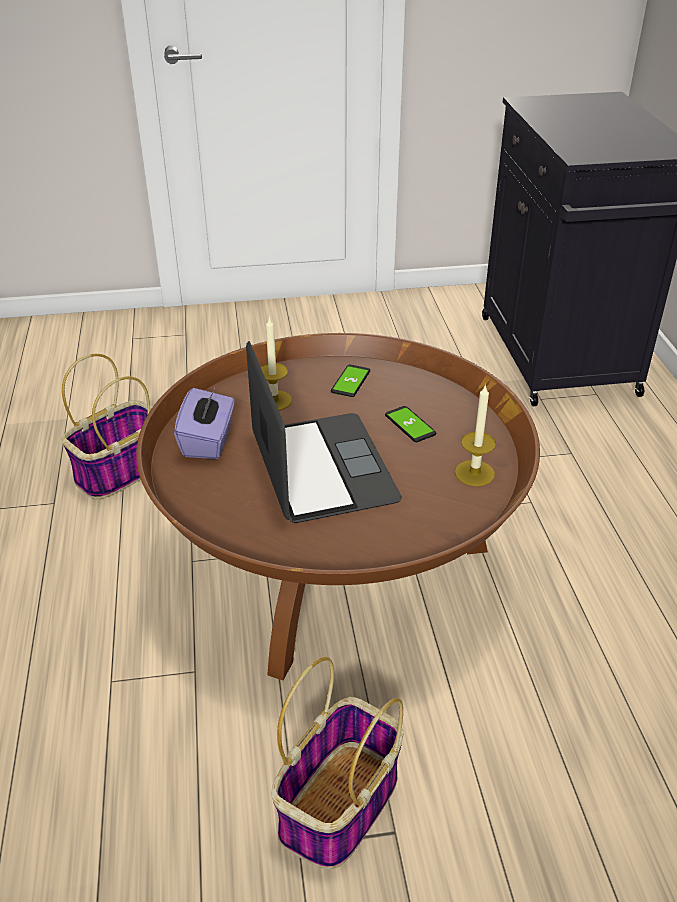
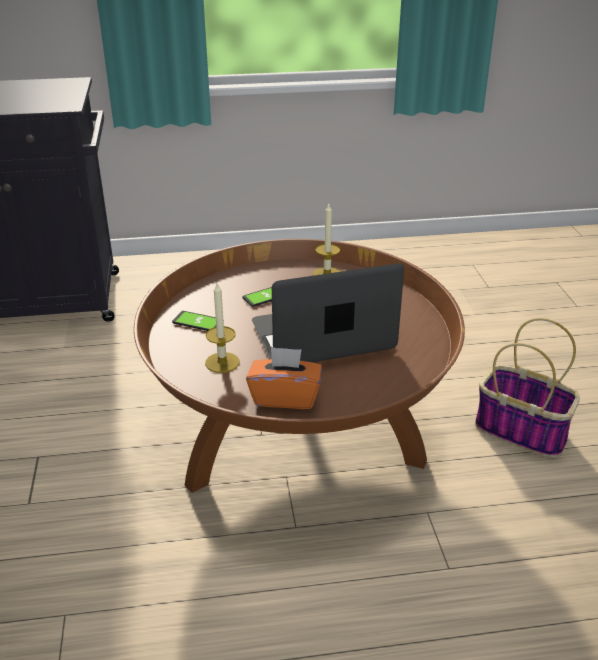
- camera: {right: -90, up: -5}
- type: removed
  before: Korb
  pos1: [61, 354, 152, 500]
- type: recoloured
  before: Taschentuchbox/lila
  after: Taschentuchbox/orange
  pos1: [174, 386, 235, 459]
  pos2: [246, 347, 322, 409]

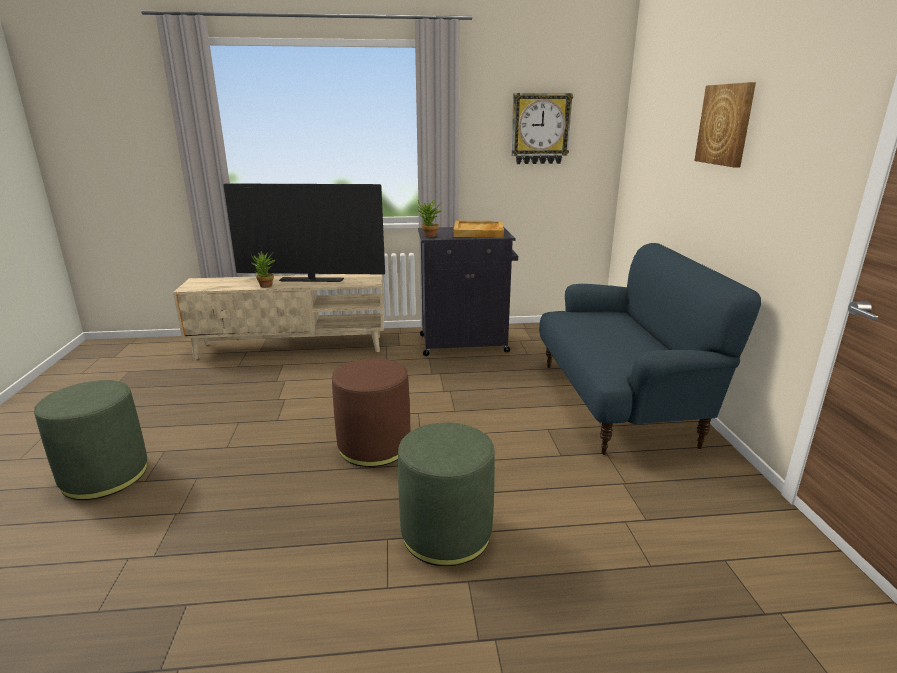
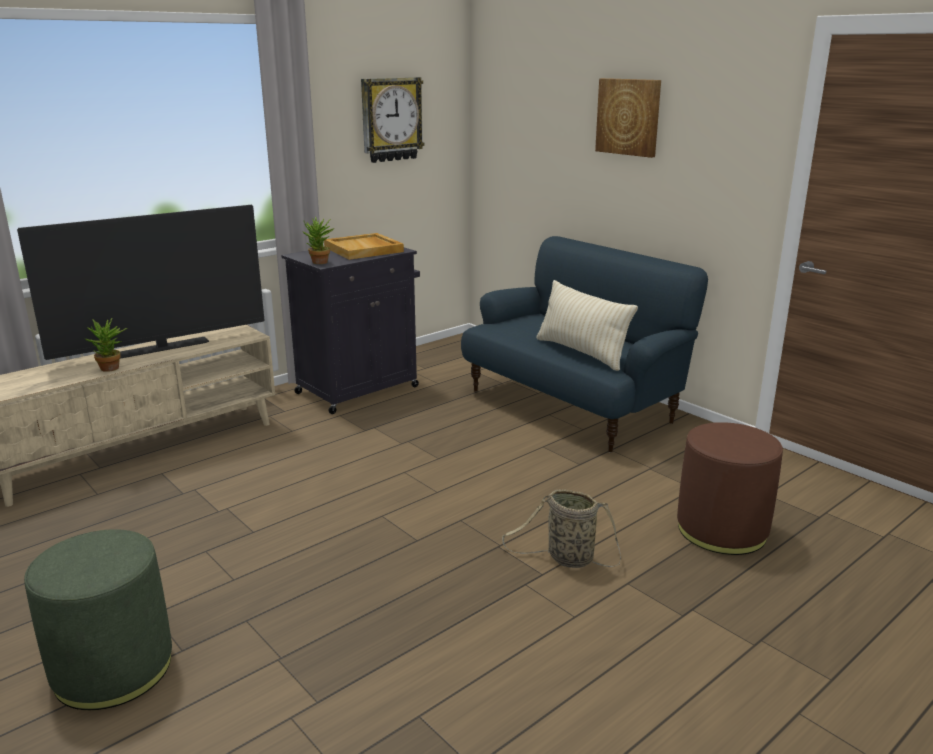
- camera: {right: -35, up: 0}
- type: moved
  before: Polsterhocker/braun
  pos1: [332, 359, 410, 467]
  pos2: [677, 422, 783, 555]
- type: replaced
  before: Polsterhocker/grün
  after: Korb
  pos1: [398, 423, 495, 566]
  pos2: [502, 489, 621, 568]
- type: added
  after: Kissen/beige
  pos2: [536, 280, 638, 371]

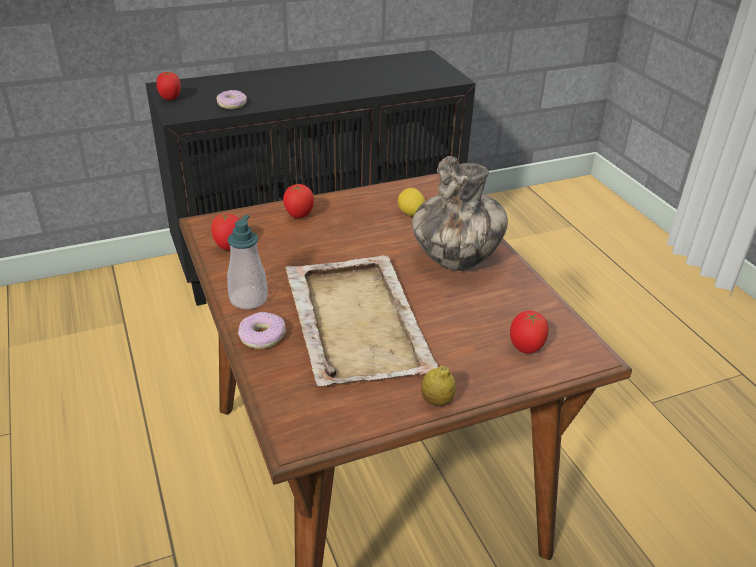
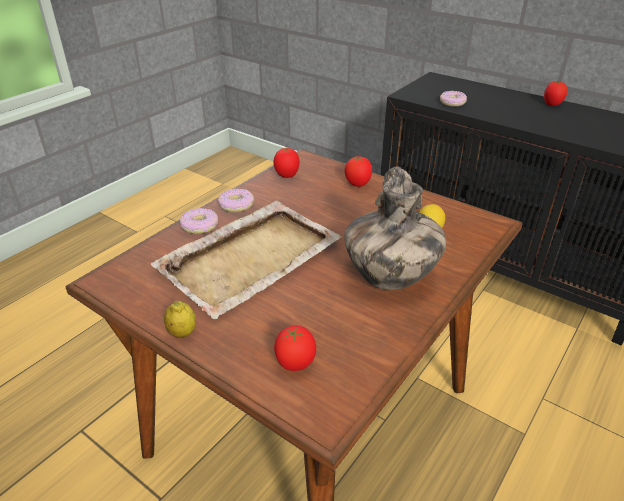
- camera: {right: 60, up: 0}
- type: moved
  before: Tomate
  pos1: [156, 72, 181, 100]
  pos2: [544, 81, 568, 106]
- type: replaced
  before: Seifenspender
  after: Donut
  pos1: [227, 215, 268, 309]
  pos2: [218, 188, 254, 212]

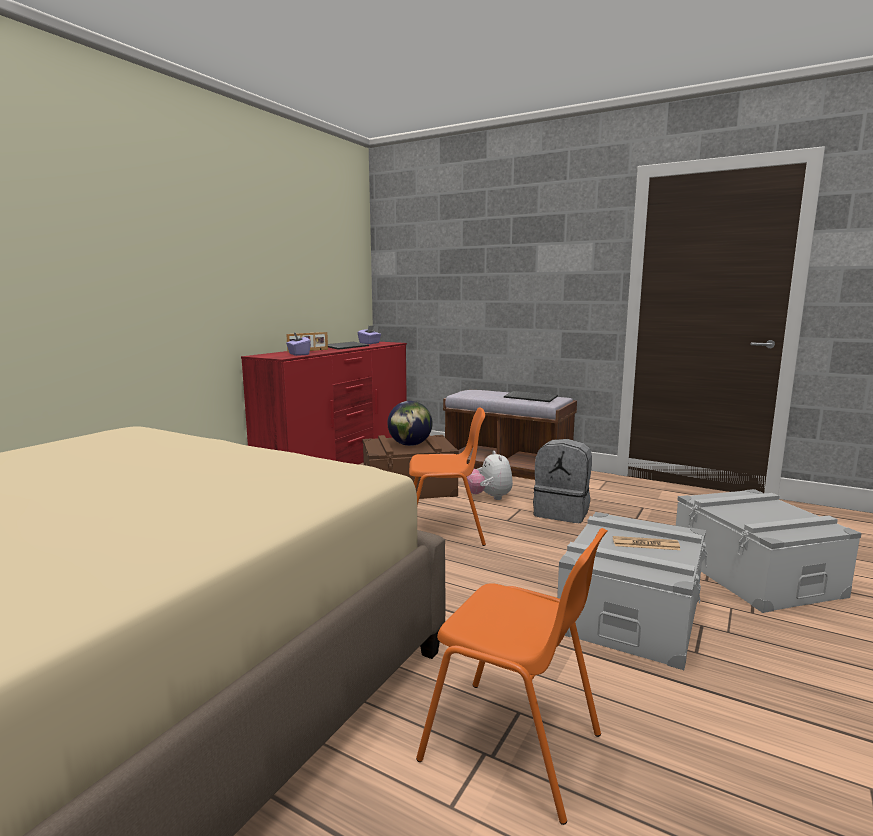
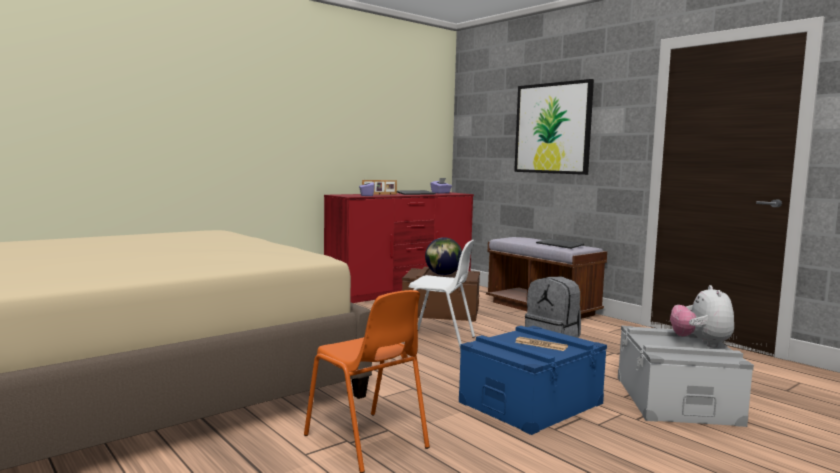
- camera: {right: 20, up: -5}
- type: recoloured
  before: Stuhl/orange
  after: Stuhl/weiß
  pos1: [409, 407, 486, 546]
  pos2: [409, 240, 475, 351]
- type: moved
  before: Plüschtier
  pos1: [467, 451, 513, 500]
  pos2: [670, 285, 734, 347]
- type: recoloured
  before: Aufbewahrungsbox/grau
  after: Aufbewahrungsbox/blau
  pos1: [557, 512, 708, 670]
  pos2: [459, 326, 607, 435]
- type: added
  after: Bild
  pos2: [514, 79, 594, 175]

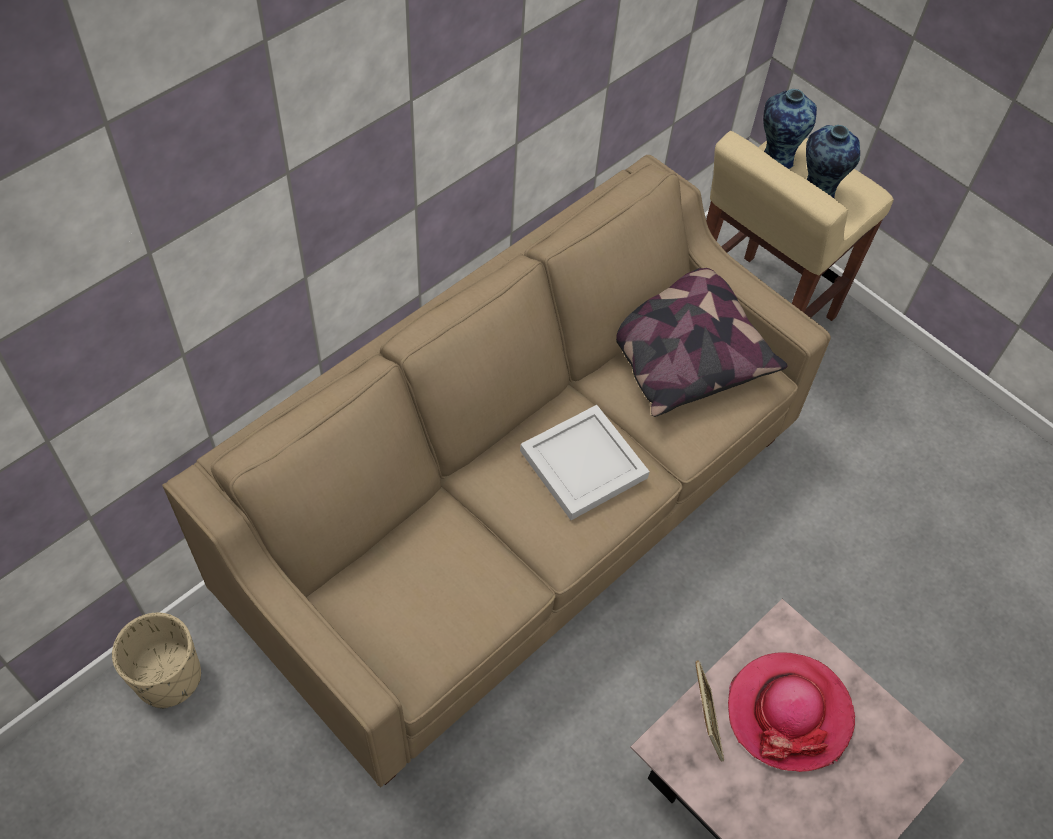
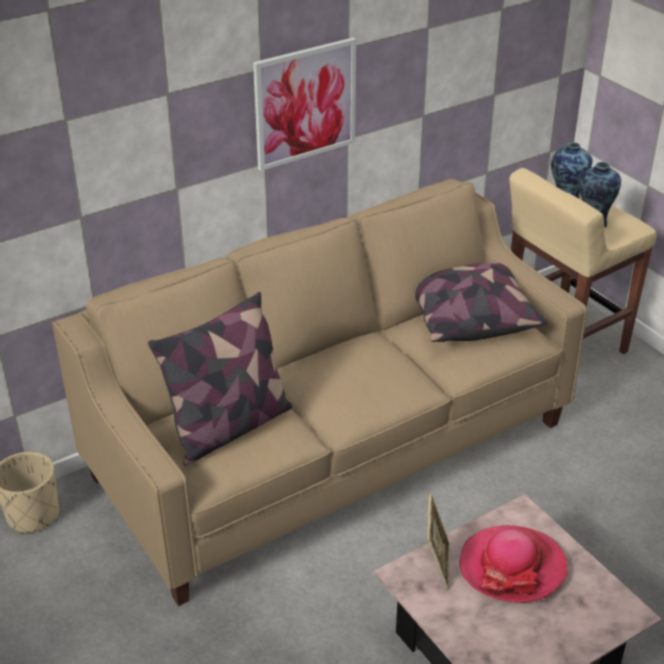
- camera: {right: 15, up: -20}
- type: removed
  before: Tablett/weiß
  pos1: [520, 405, 650, 520]
- type: added
  after: Kissen
  pos2: [148, 292, 292, 466]
- type: added
  after: Bild
  pos2: [253, 37, 356, 171]

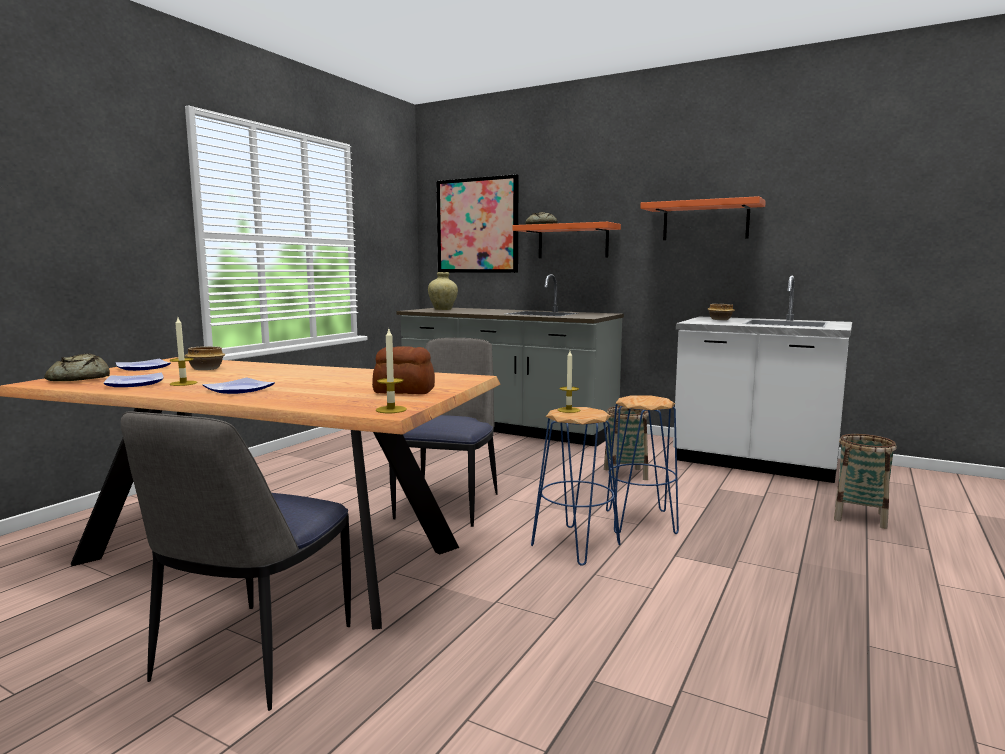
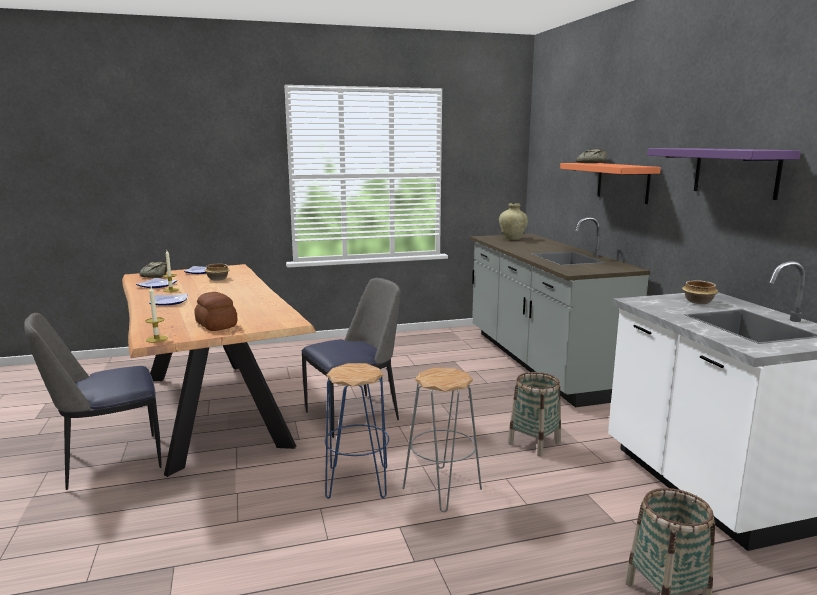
- camera: {right: 45, up: 5}
- type: removed
  before: Bild
  pos1: [436, 174, 518, 273]
- type: removed
  before: Kerze
  pos1: [558, 351, 580, 413]
- type: recoloured
  before: Hocker/blau
  after: Hocker/grau
  pos1: [606, 395, 679, 534]
  pos2: [403, 368, 482, 512]
- type: recoloured
  before: Wandregal/orange
  after: Wandregal/lila
  pos1: [640, 196, 766, 240]
  pos2: [647, 148, 801, 200]

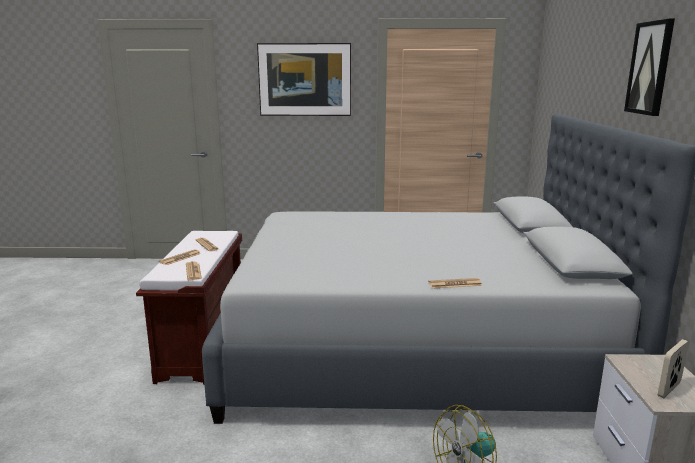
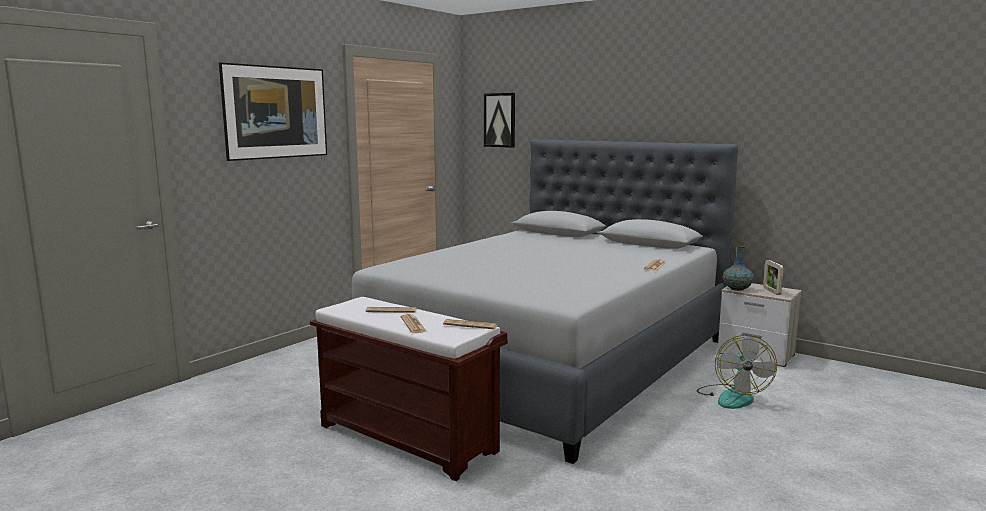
- camera: {right: -55, up: -5}
- type: moved
  before: Bild
  pos1: [624, 19, 675, 116]
  pos2: [484, 93, 515, 148]
- type: added
  after: Vase
  pos2: [723, 245, 754, 291]

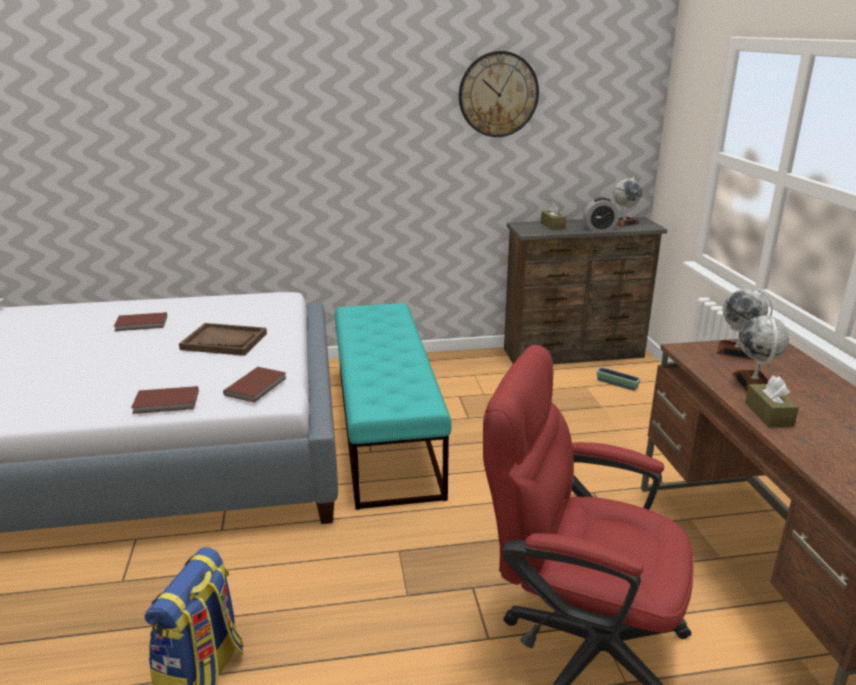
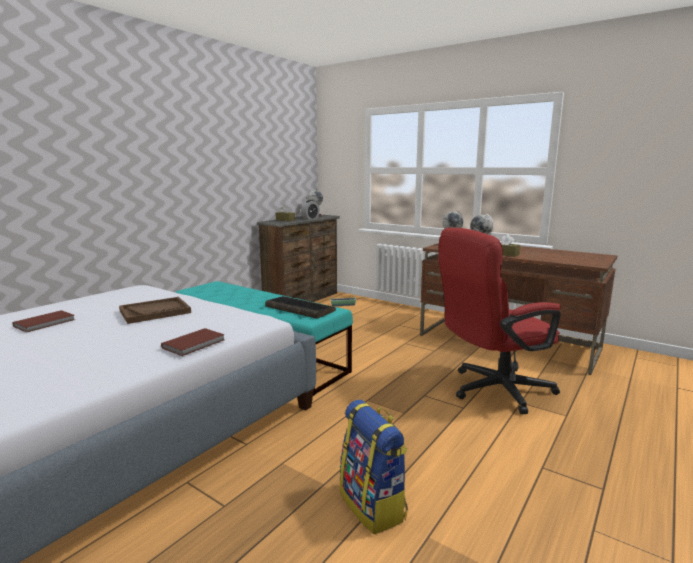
- camera: {right: -45, up: -10}
- type: removed
  before: Buch/braun
  pos1: [223, 367, 287, 403]
- type: removed
  before: Wanduhr
  pos1: [459, 51, 539, 137]
- type: added
  after: Tastatur
  pos2: [265, 296, 336, 319]

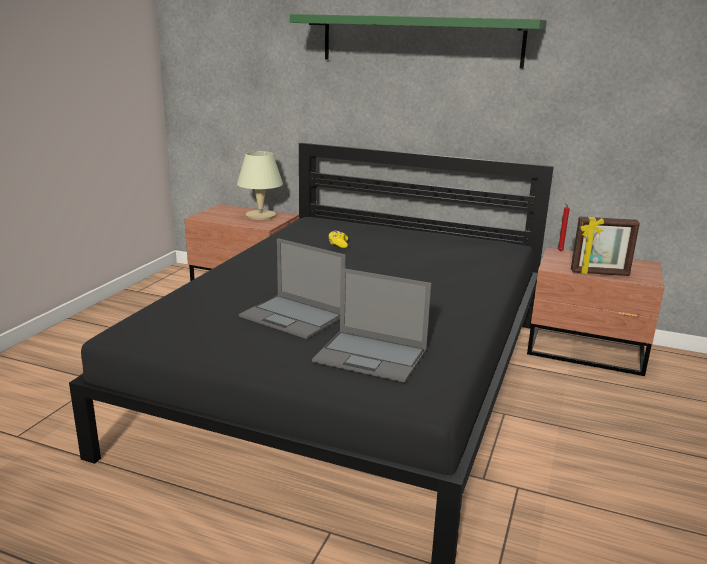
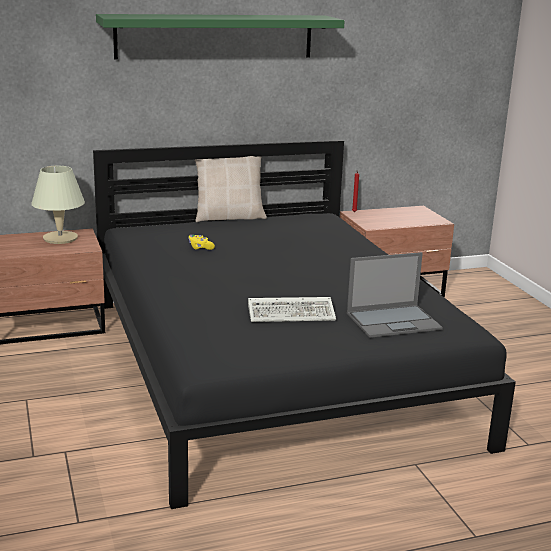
- camera: {right: -40, up: 0}
- type: replaced
  before: Laptop
  after: Tastatur
  pos1: [239, 238, 346, 339]
  pos2: [248, 297, 336, 322]
- type: removed
  before: Bilderrahmen
  pos1: [571, 217, 640, 276]
- type: added
  after: Kissen/beige
  pos2: [195, 156, 267, 222]

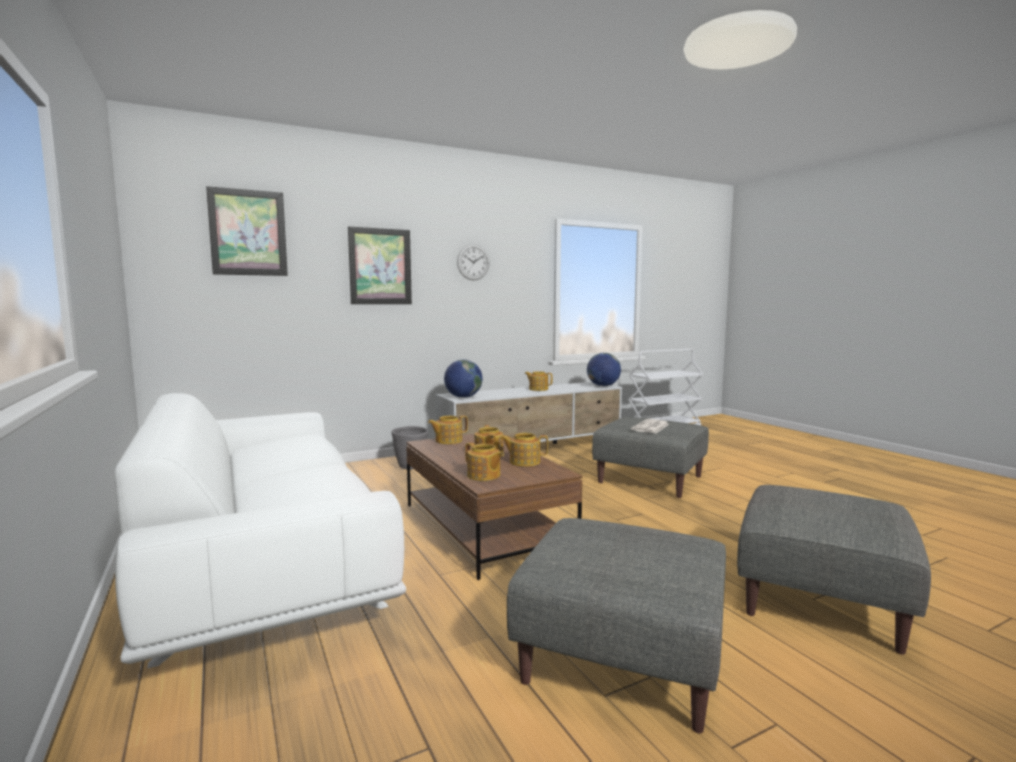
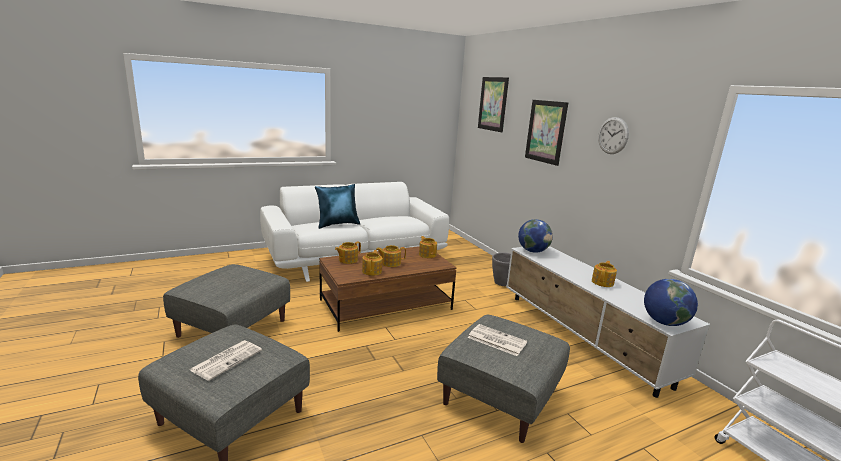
- camera: {right: 90, up: 10}
- type: added
  after: Zeitung
  pos2: [190, 340, 262, 381]
- type: added
  after: Kissen/blau
  pos2: [315, 184, 360, 229]

